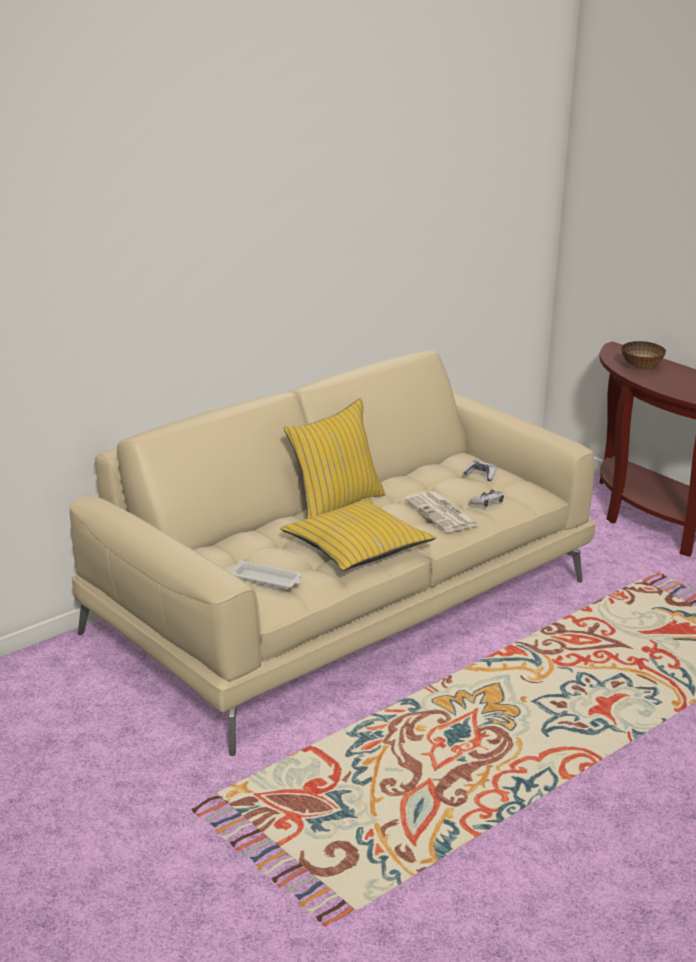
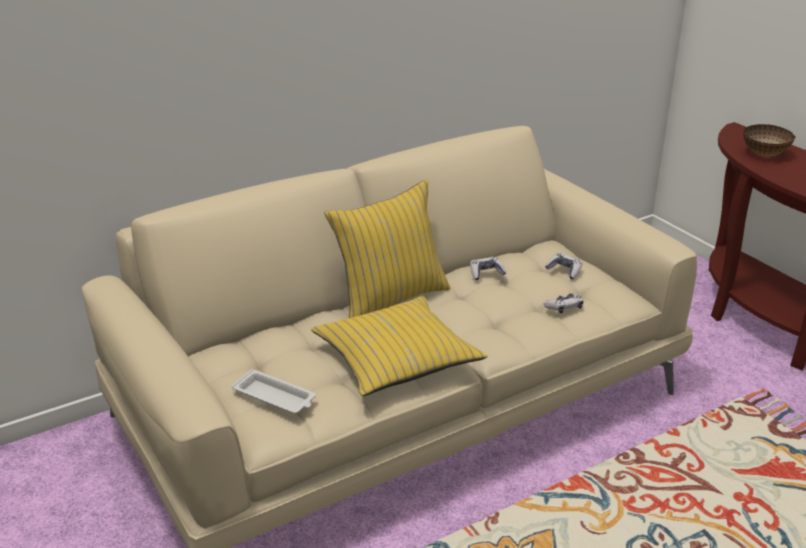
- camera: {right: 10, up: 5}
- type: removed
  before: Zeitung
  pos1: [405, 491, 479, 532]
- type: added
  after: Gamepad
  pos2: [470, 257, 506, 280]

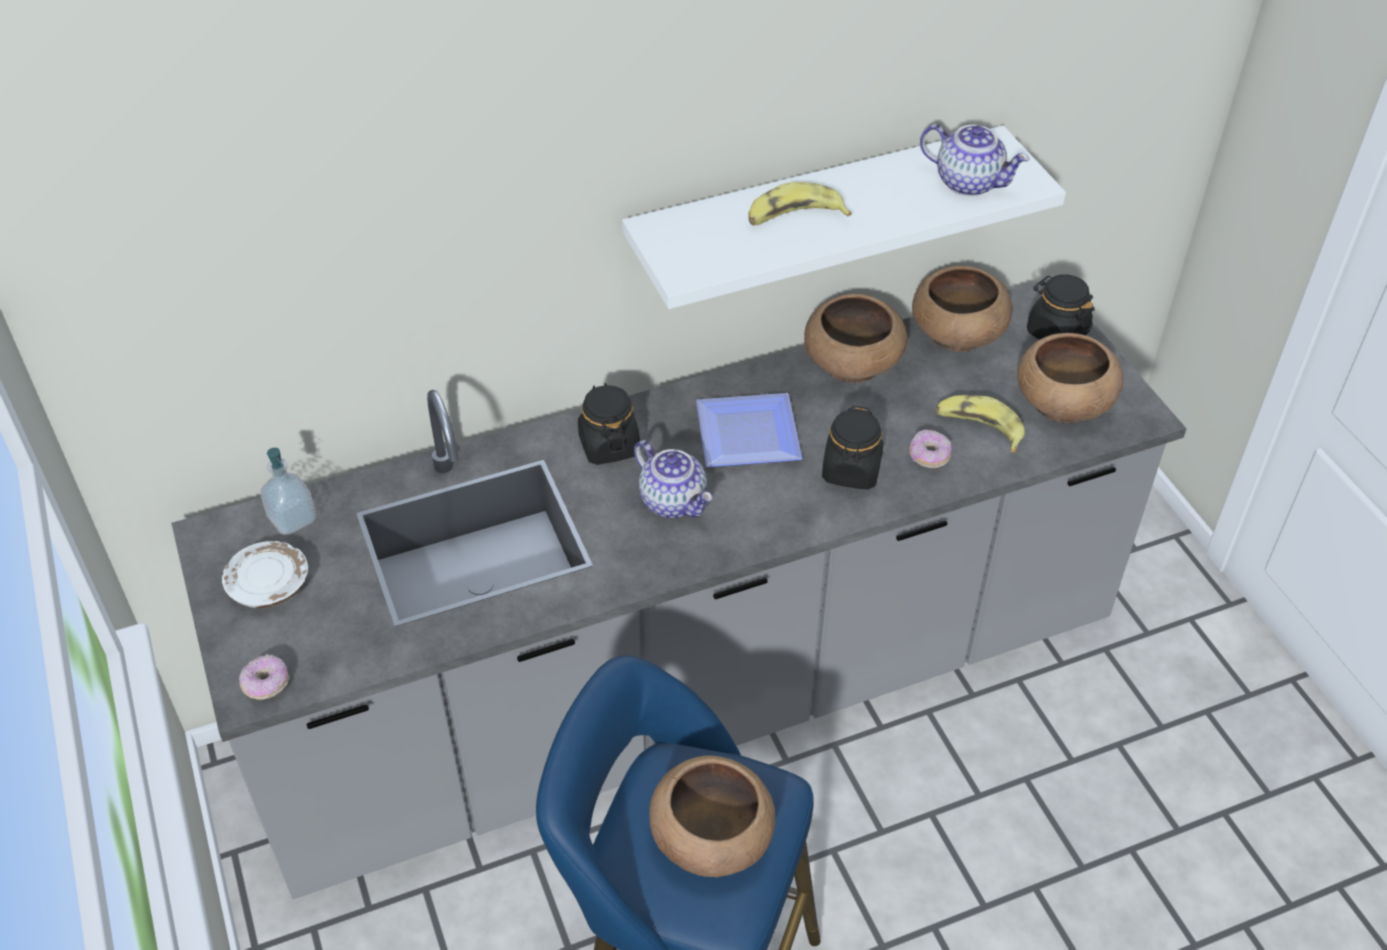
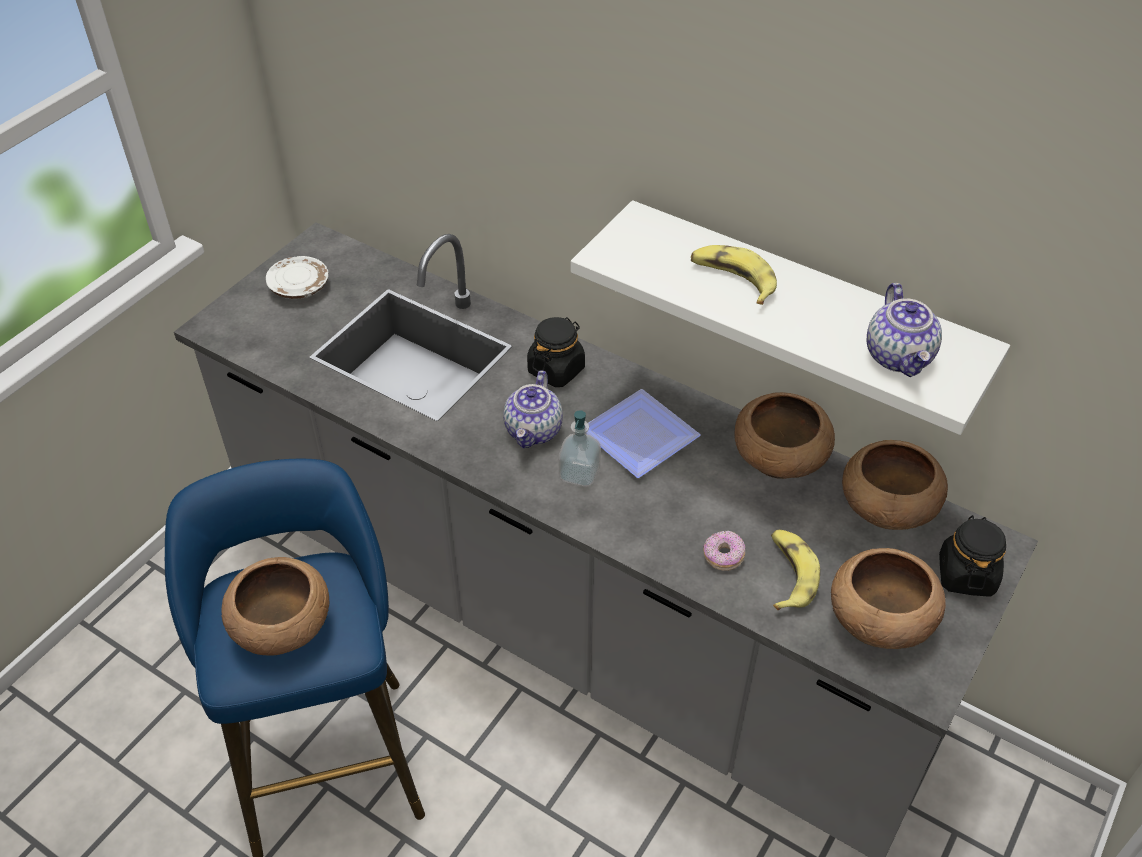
- camera: {right: 55, up: 0}
- type: removed
  before: Donut
  pos1: [239, 654, 289, 700]
- type: moved
  before: Seifenspender
  pos1: [260, 448, 316, 535]
  pos2: [558, 410, 601, 487]
- type: removed
  before: Vorratsglas/schwarz
  pos1: [822, 406, 884, 490]

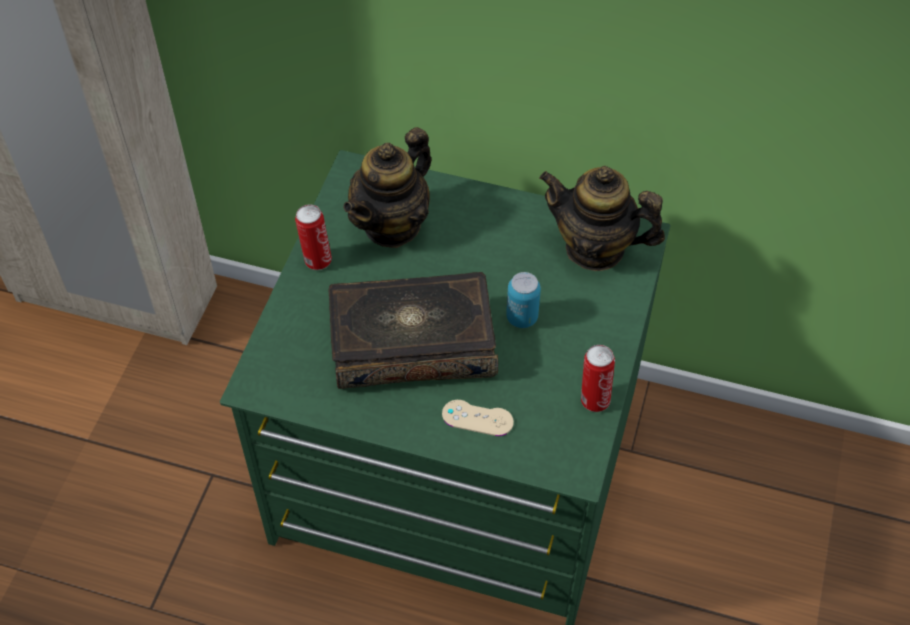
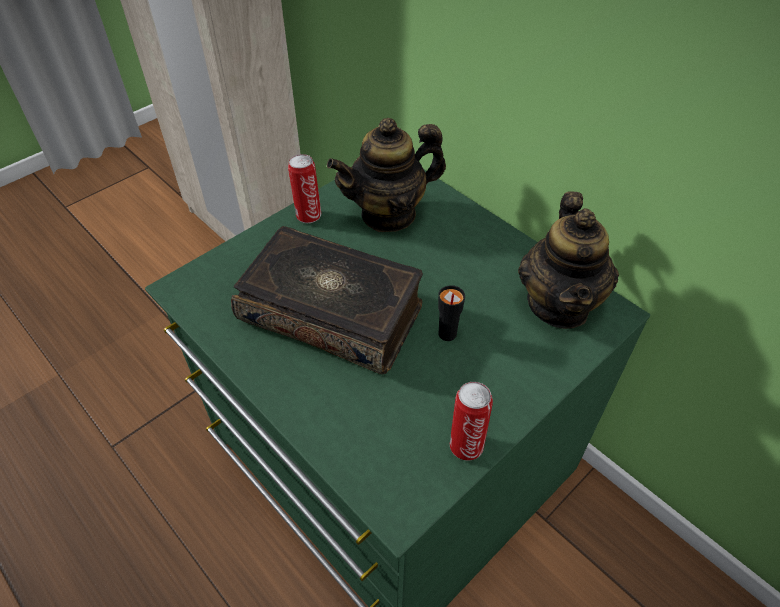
- camera: {right: 30, up: -5}
- type: removed
  before: Gamepad/beige
  pos1: [442, 400, 514, 436]
- type: replaced
  before: Dose
  after: Tasse/schwarz
  pos1: [506, 272, 541, 328]
  pos2: [438, 285, 465, 341]
- type: turned
  before: Teekanne
  pos1: [539, 166, 665, 271]
  pos2: [518, 191, 619, 329]
  turn: -135

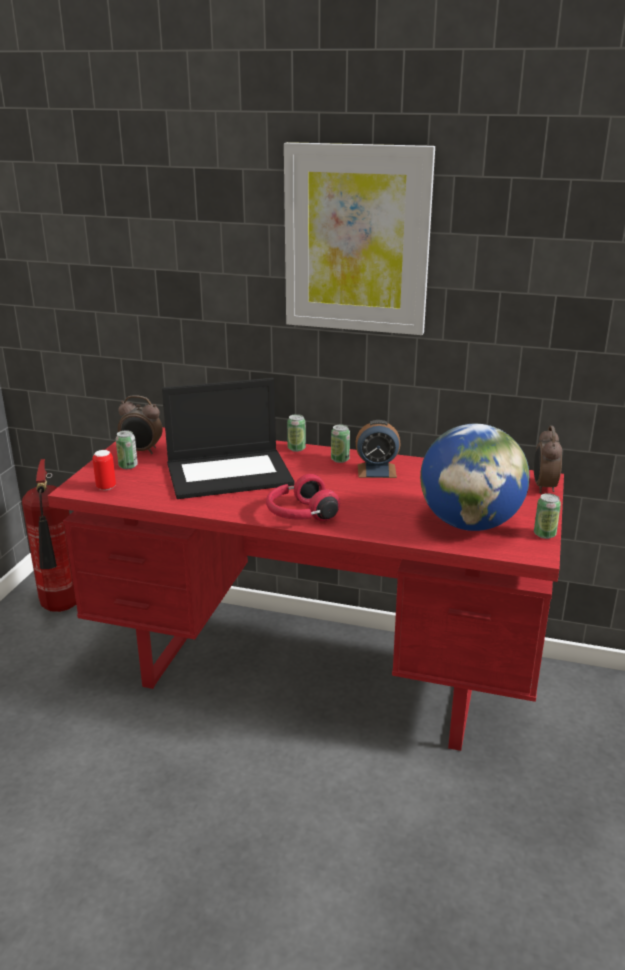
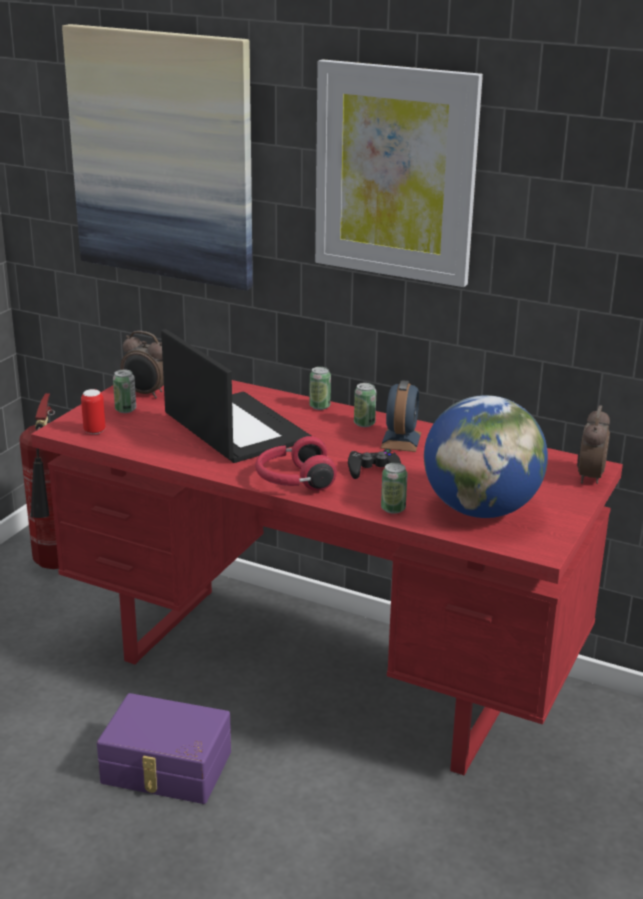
- camera: {right: 10, up: 0}
- type: turned
  before: Laptop
  pos1: [162, 378, 295, 499]
  pos2: [161, 329, 312, 463]
  turn: -120
- type: turned
  before: Wecker
  pos1: [356, 420, 401, 478]
  pos2: [381, 380, 421, 452]
  turn: -90
- type: moved
  before: Dose
  pos1: [534, 493, 561, 539]
  pos2: [381, 463, 408, 514]
- type: added
  after: Bild
  pos2: [62, 24, 253, 291]
- type: added
  after: Aufbewahrungsbox/lila
  pos2: [97, 693, 231, 804]
- type: added
  after: Gamepad/schwarz
  pos2: [348, 449, 401, 479]

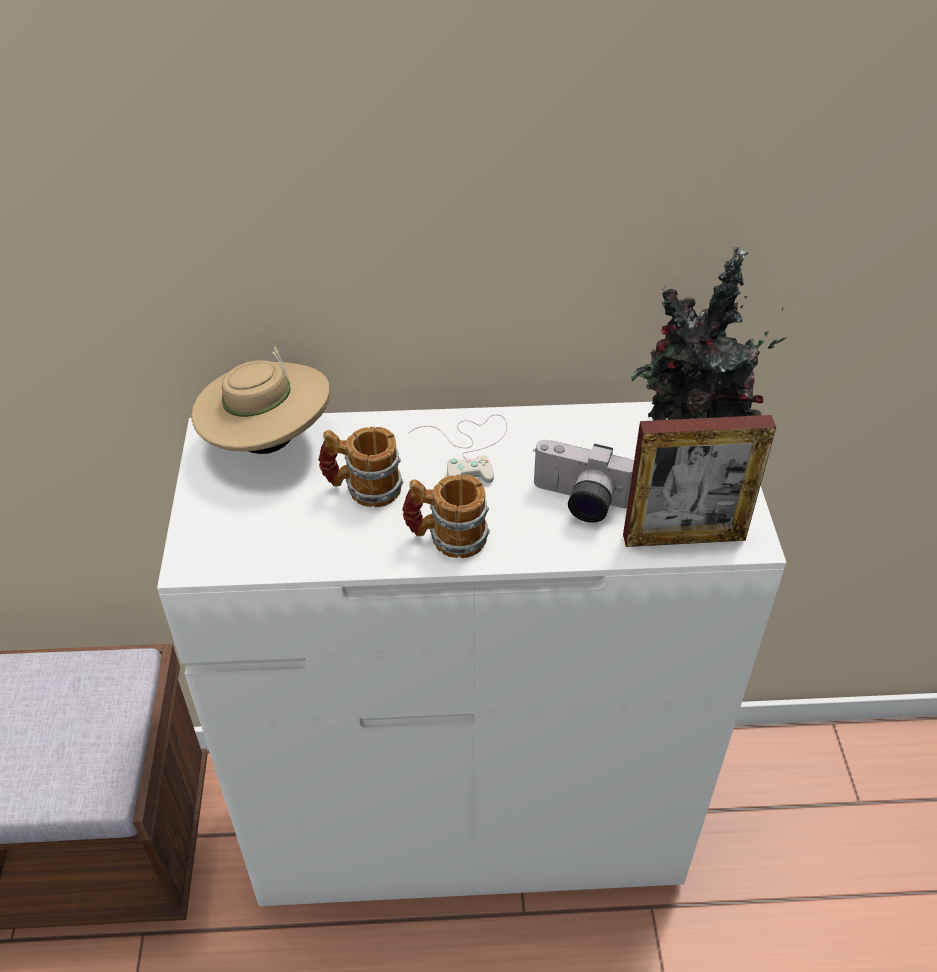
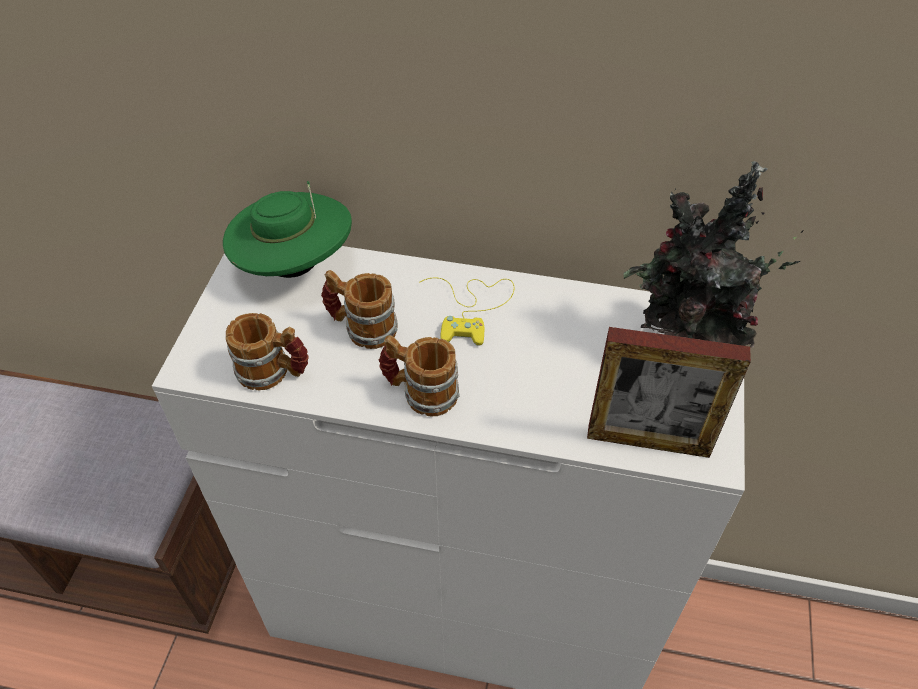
- camera: {right: 15, up: 5}
- type: recoloured
  before: Hut/beige
  after: Hut/grün
  pos1: [191, 347, 330, 454]
  pos2: [223, 181, 352, 278]
- type: recoloured
  before: Gamepad/weiß
  after: Gamepad/gelb
  pos1: [407, 414, 507, 483]
  pos2: [419, 277, 514, 346]
- type: removed
  before: Kamera
  pos1: [533, 440, 634, 523]
- type: added
  after: Henkelbecher
  pos2: [226, 313, 308, 390]

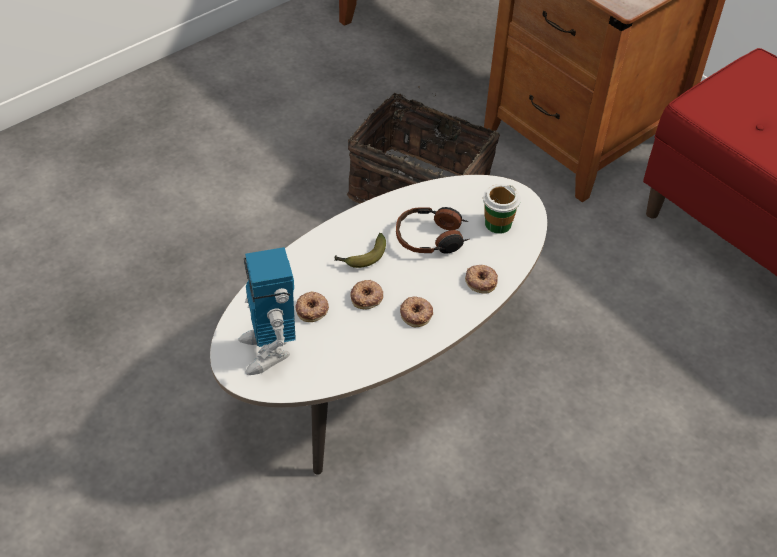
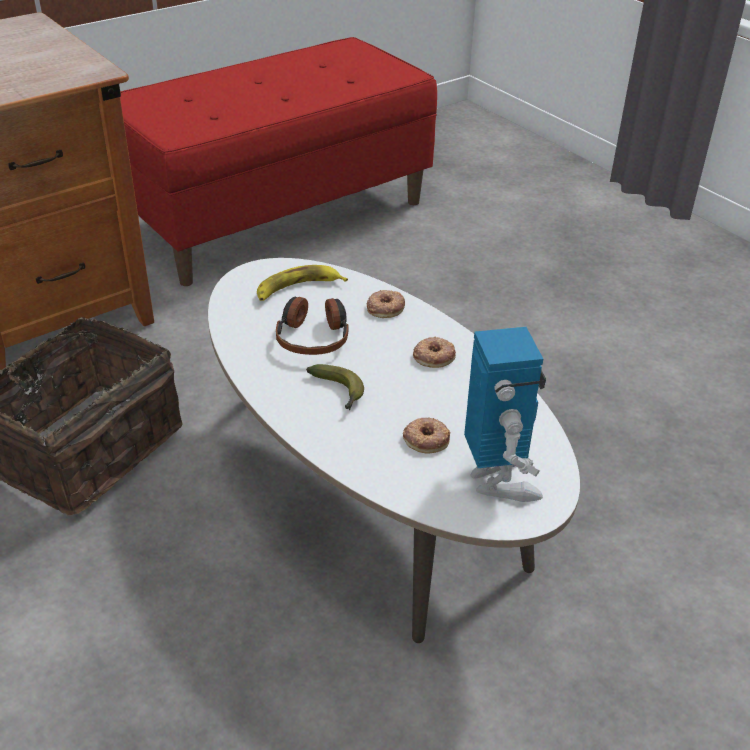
- camera: {right: -85, up: -10}
- type: turned
  before: Spielzeugroboter
  pos1: [238, 247, 296, 375]
  pos2: [464, 327, 546, 502]
  turn: -90
- type: removed
  before: Donut
  pos1: [350, 280, 383, 309]
- type: replaced
  before: Tasse
  after: Banane
  pos1: [483, 184, 521, 234]
  pos2: [257, 265, 348, 301]

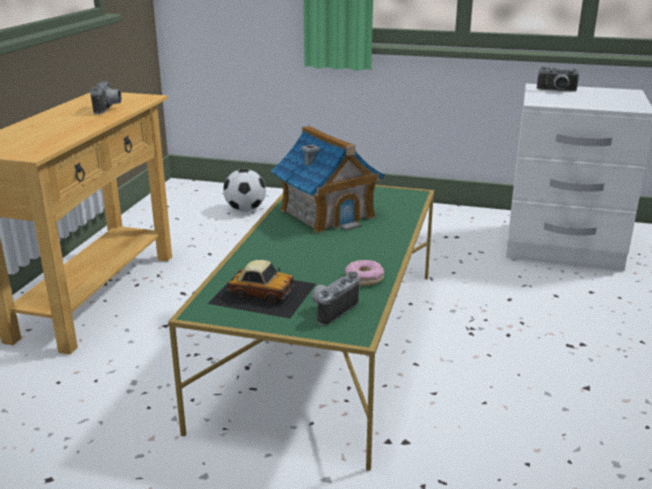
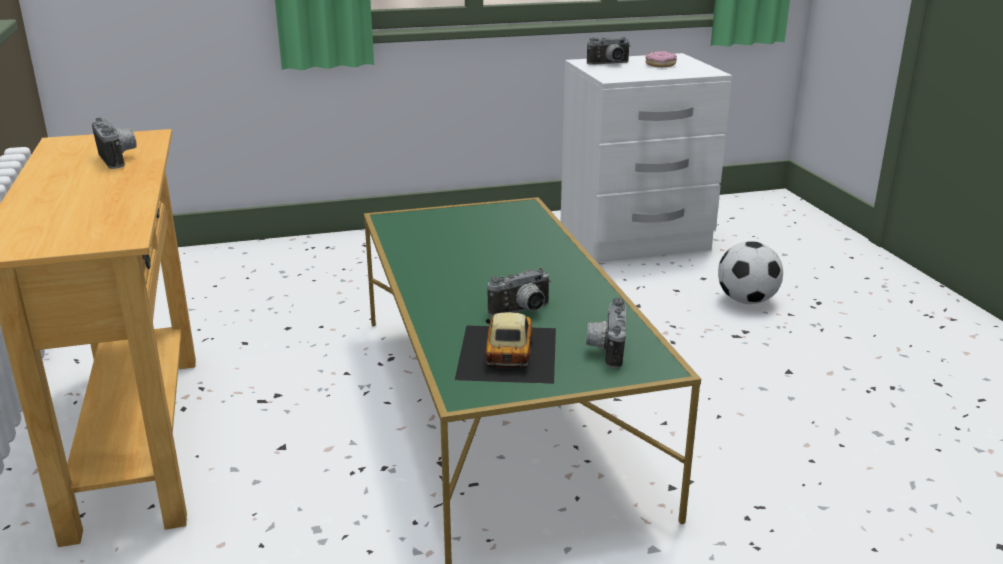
- camera: {right: -30, up: 0}
- type: turned
  before: Spielzeugauto
  pos1: [207, 260, 316, 318]
  pos2: [455, 312, 556, 384]
  turn: -75
- type: moved
  before: Fußball
  pos1: [223, 169, 266, 212]
  pos2: [718, 241, 783, 304]
- type: removed
  before: Spielzeughaus
  pos1: [271, 126, 384, 233]
- type: moved
  before: Donut
  pos1: [345, 260, 384, 286]
  pos2: [645, 51, 677, 67]
- type: added
  after: Kamera
  pos2: [487, 268, 551, 317]

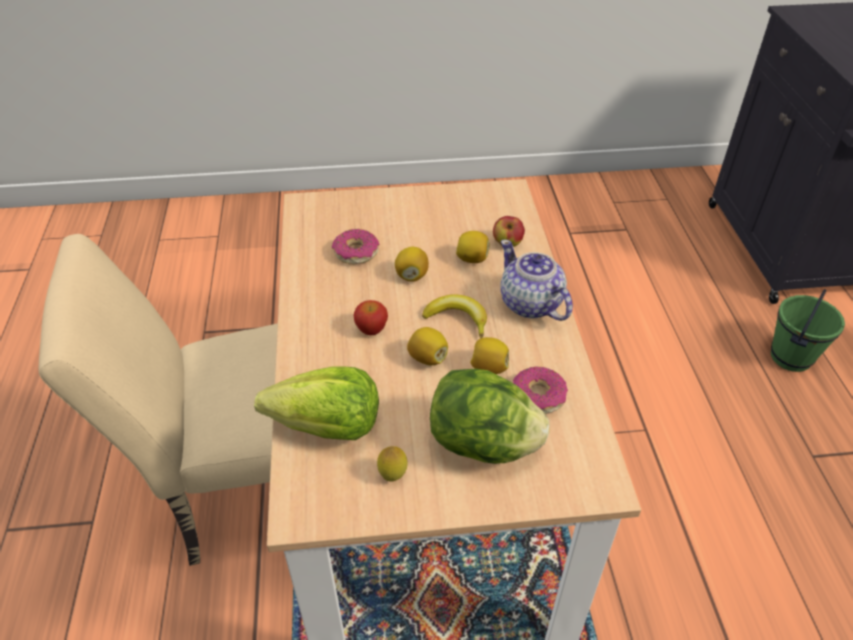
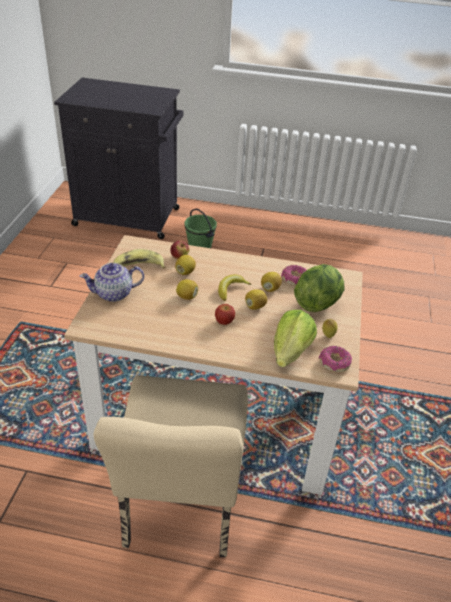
- camera: {right: -75, up: -5}
- type: moved
  before: Donut
  pos1: [332, 229, 379, 264]
  pos2: [319, 346, 352, 372]
- type: moved
  before: Teekanne
  pos1: [500, 240, 573, 321]
  pos2: [80, 263, 144, 302]
- type: added
  after: Banane
  pos2: [113, 249, 166, 269]

